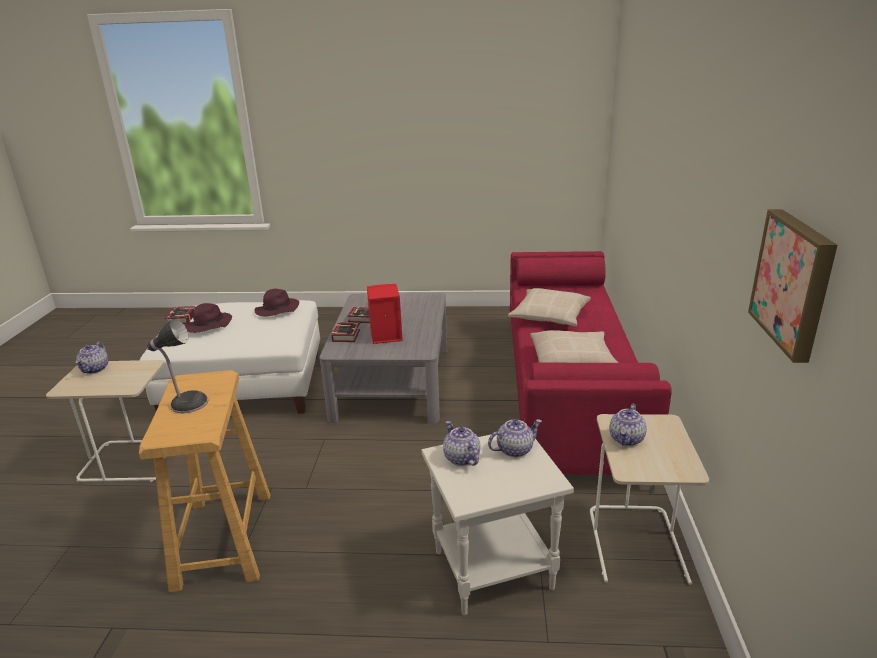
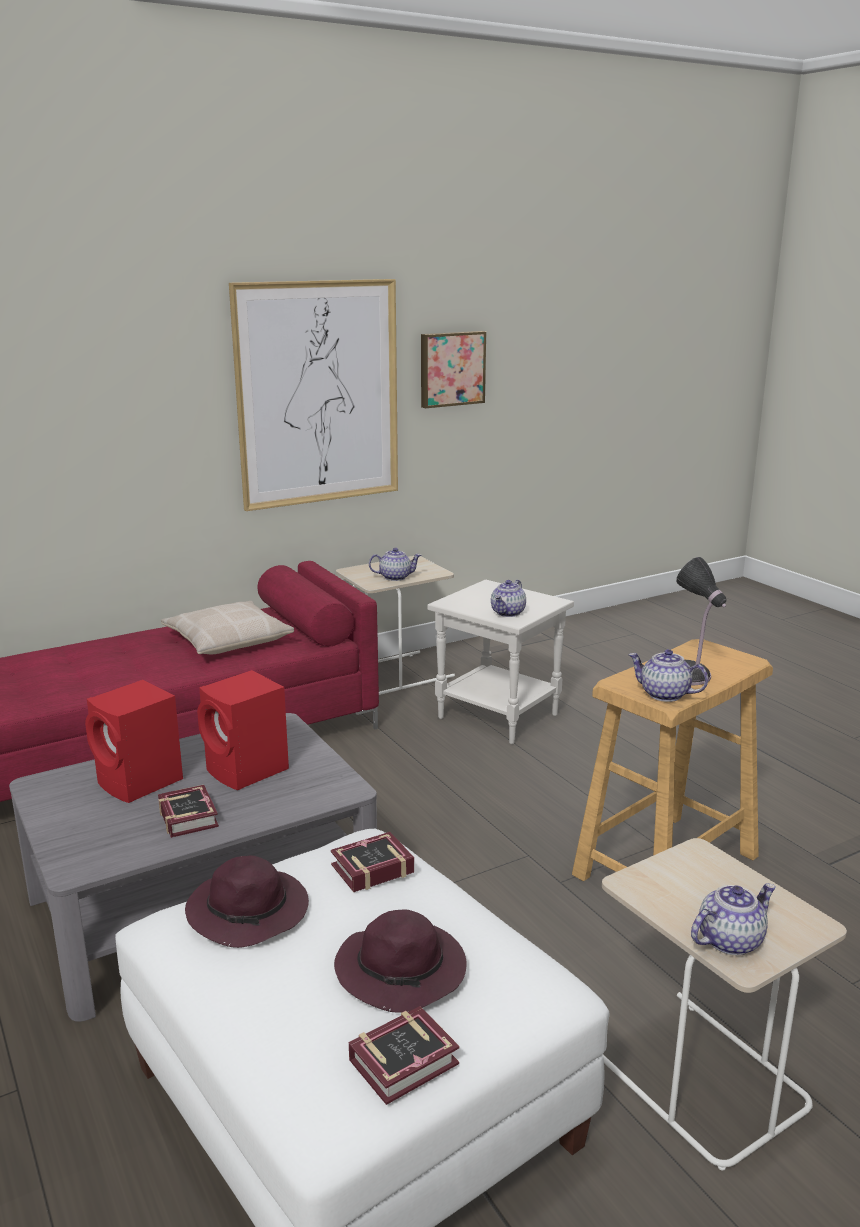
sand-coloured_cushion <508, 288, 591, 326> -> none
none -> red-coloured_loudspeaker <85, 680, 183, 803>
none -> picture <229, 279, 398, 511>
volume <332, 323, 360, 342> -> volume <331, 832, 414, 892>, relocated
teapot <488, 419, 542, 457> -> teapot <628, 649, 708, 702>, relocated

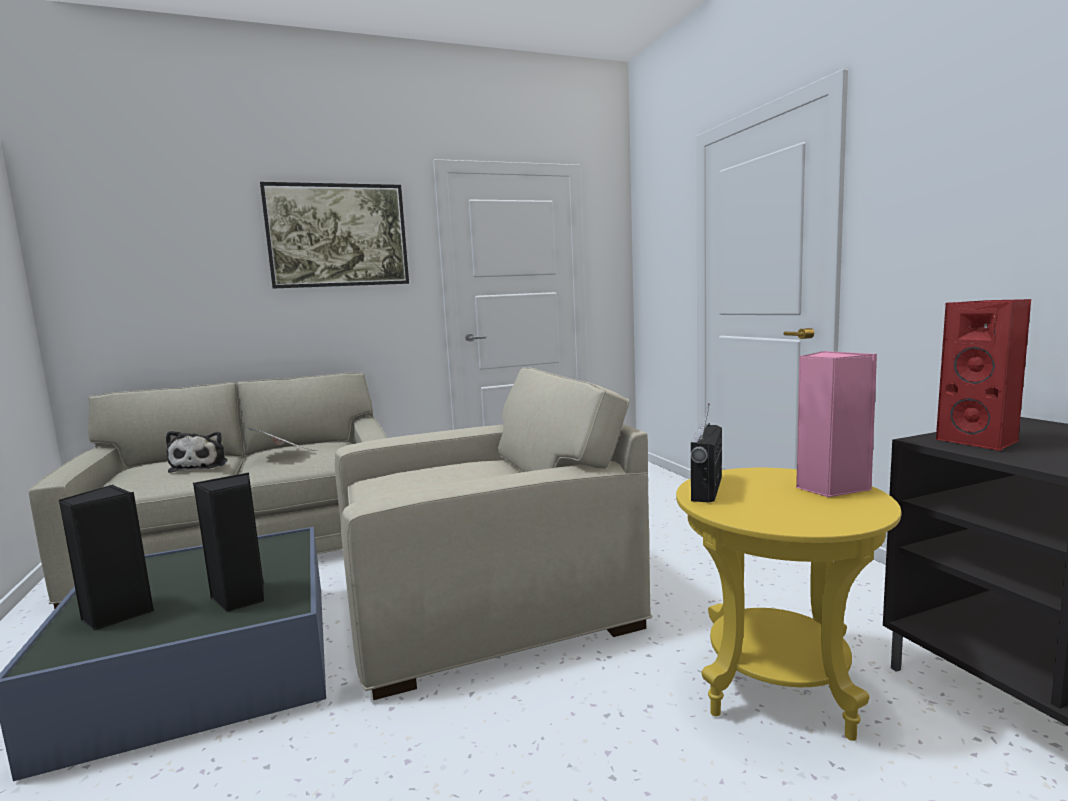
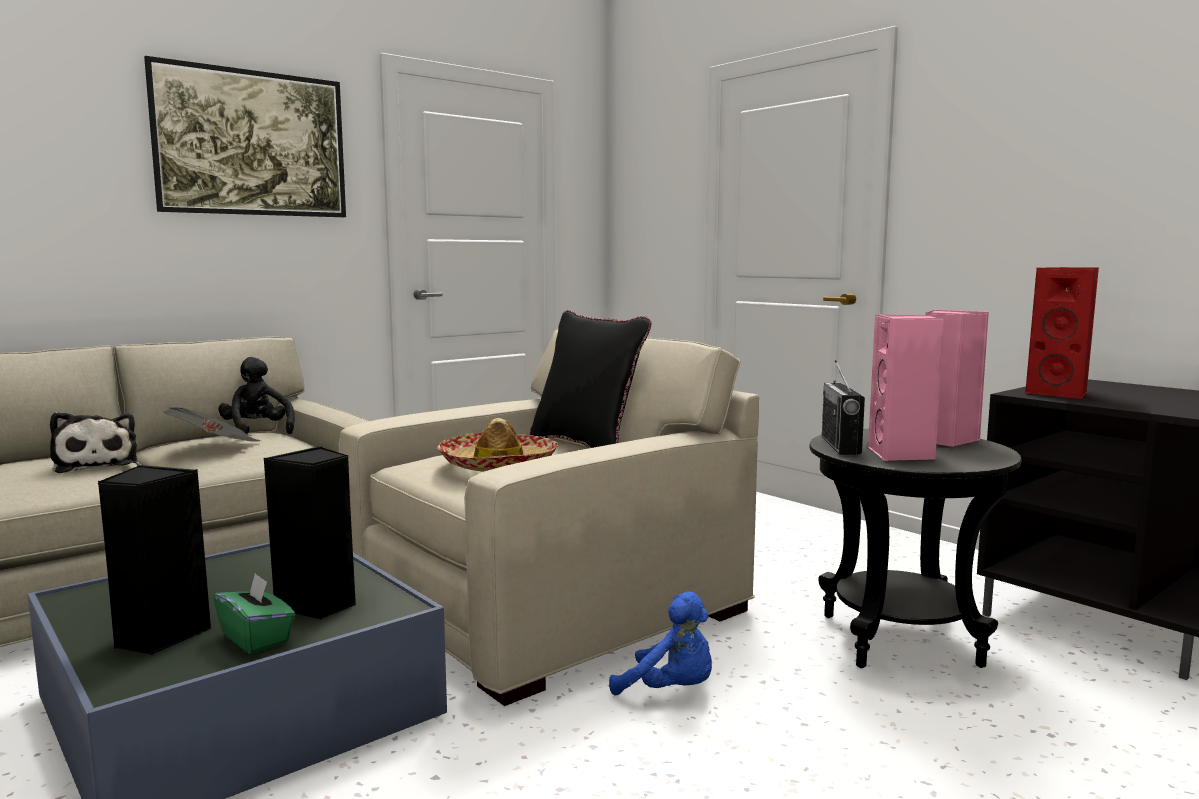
none -> green_tissue_holder <214, 572, 295, 654>
none -> black_cuddly_toy <218, 357, 295, 434>
none -> wearable_hat <437, 418, 558, 472>
none -> black_cushion <529, 310, 651, 448>
none -> blue_cuddly_toy <609, 592, 712, 696>
none -> pink_loudspeaker <868, 314, 944, 461>
yellowish_accent_table <676, 468, 902, 741> -> black_accent_table <810, 429, 1022, 668>

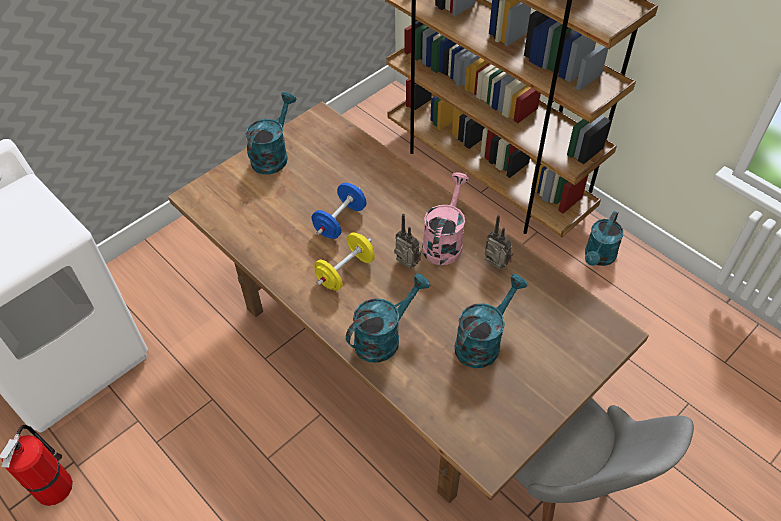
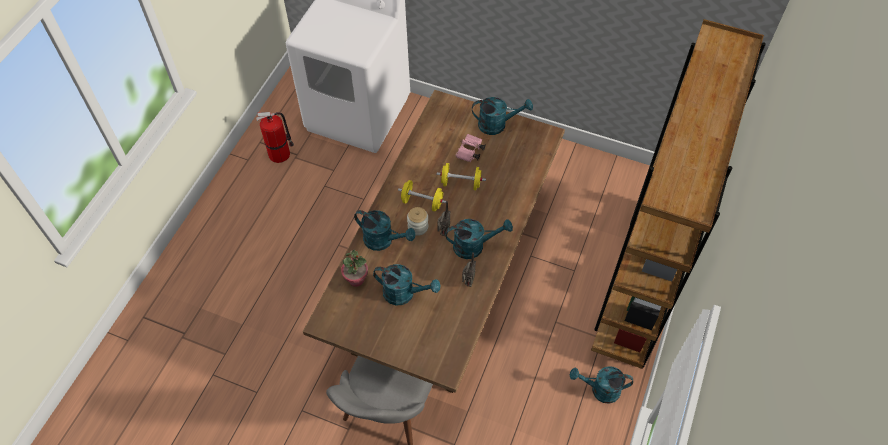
none -> houseplant <341, 249, 368, 287>
none -> preserve_jar <407, 207, 428, 236>
none -> pink_binoculars <456, 134, 486, 162>
blue_free_weight <311, 183, 367, 239> -> yellowish_free_weight <437, 163, 486, 190>
pink_watering_can <422, 172, 469, 265> -> turquoise-coloured_watering_can <445, 219, 513, 259>

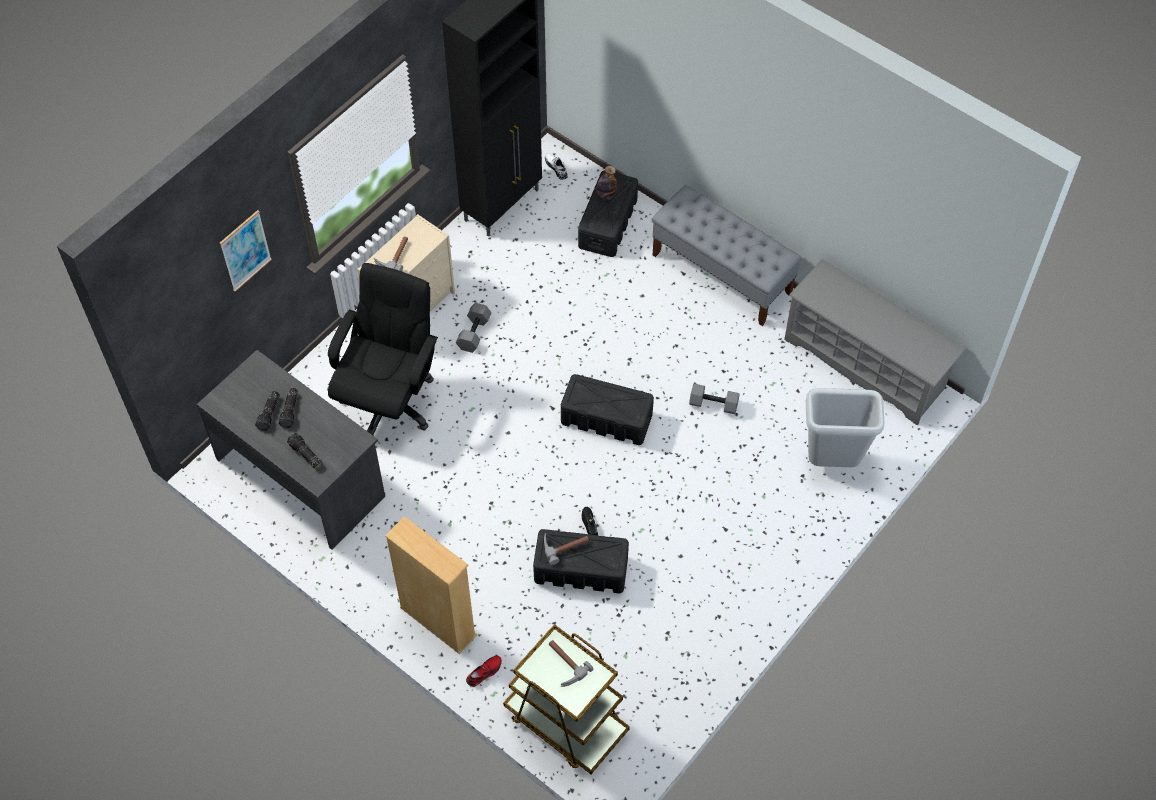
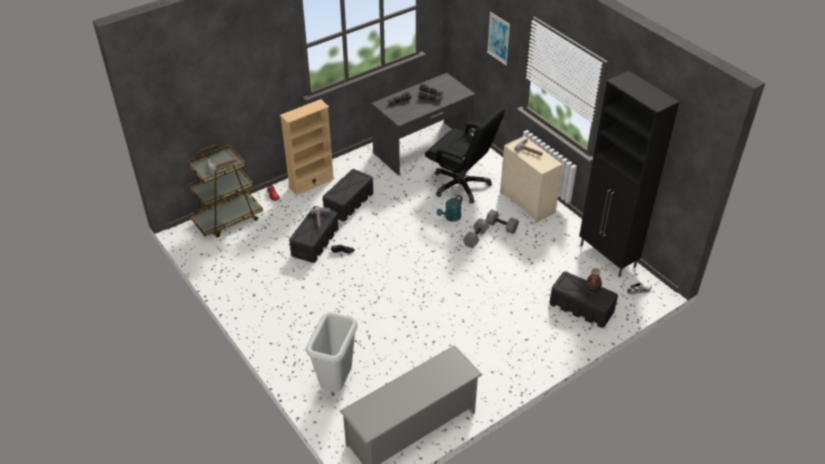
grey_bench <652, 185, 802, 326> -> none
none -> turquoise-coloured_watering_can <437, 195, 462, 222>
black_storage_box <561, 374, 654, 445> -> black_storage_box <323, 169, 373, 221>, relocated
grey_free_weight <689, 384, 740, 414> -> grey_free_weight <463, 218, 489, 248>, relocated

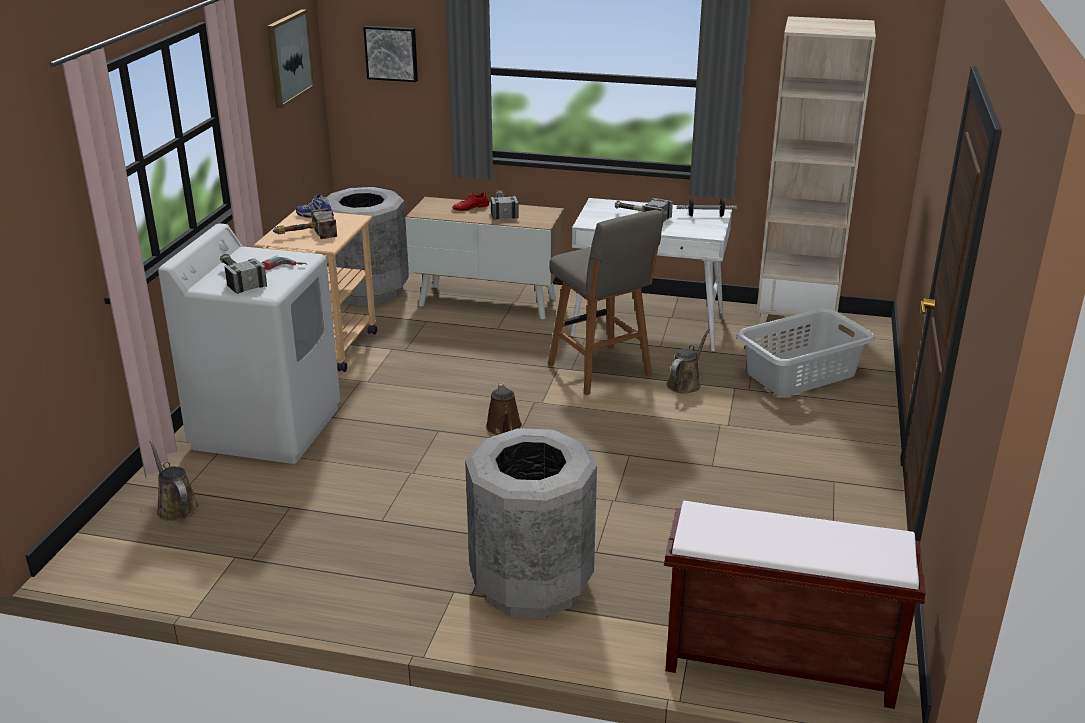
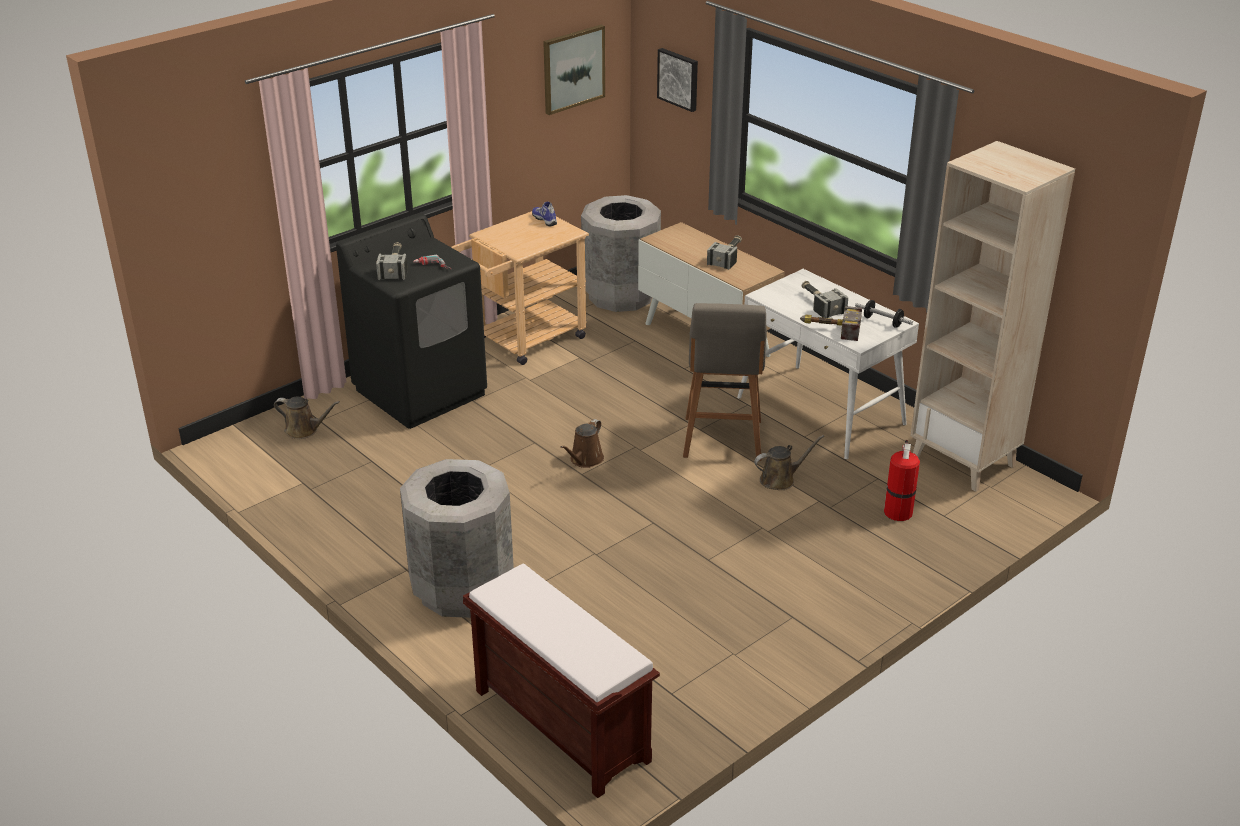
red-coloured_shoe <453, 192, 489, 211> -> none
hand_hammer <273, 208, 337, 239> -> hand_hammer <800, 306, 862, 341>, relocated
grey_washing_basket <736, 308, 875, 396> -> fire_extinguisher <884, 440, 920, 521>
white-coloured_laundry_machine <158, 223, 340, 464> -> black_laundry_machine <336, 213, 487, 429>
brown_watering_can <149, 440, 199, 521> -> brown_watering_can <274, 397, 340, 439>, 105 degrees clockwise

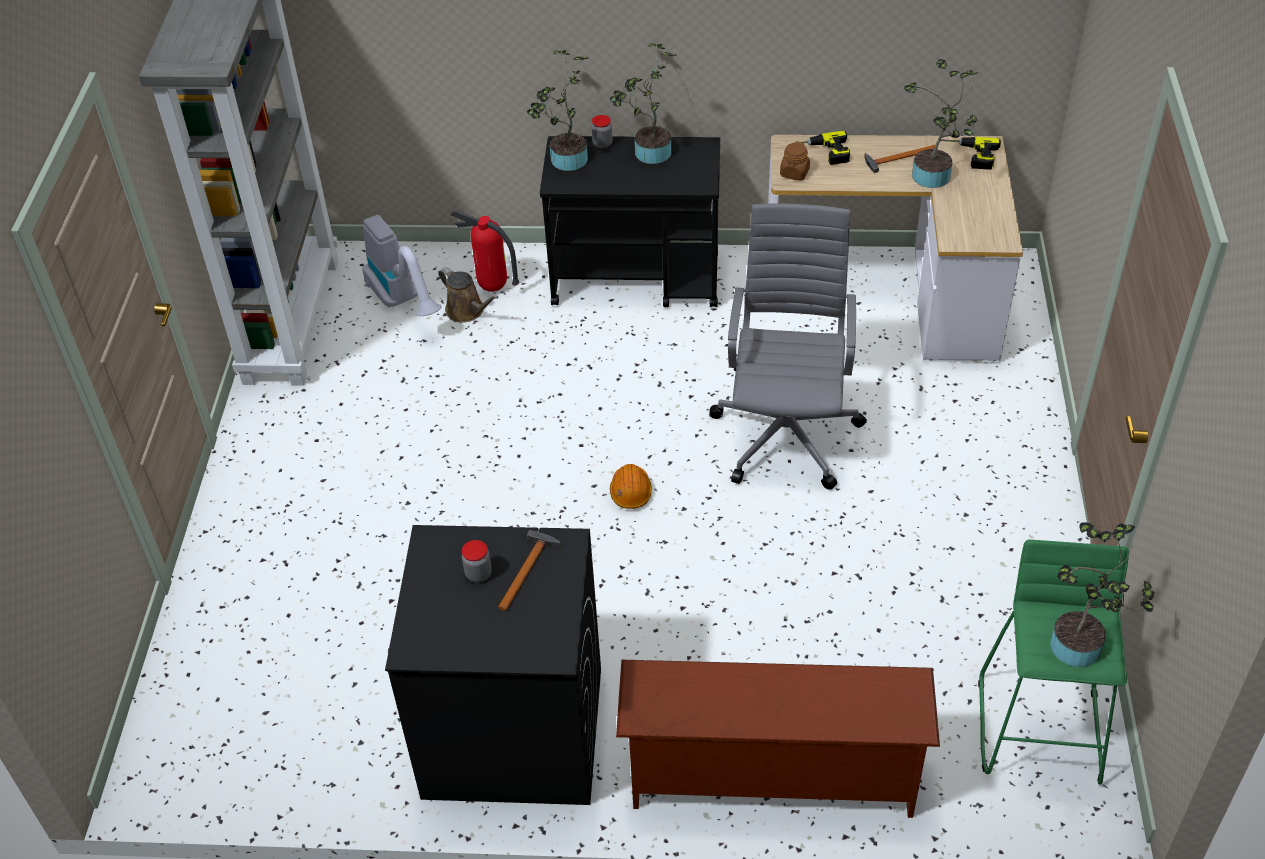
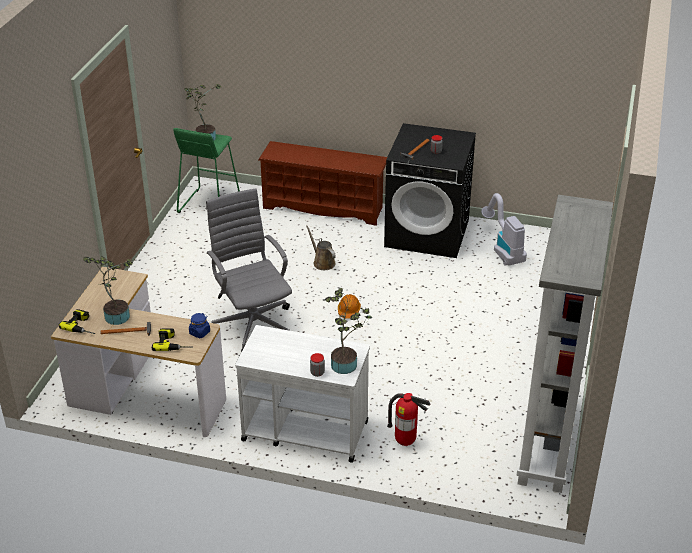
houseplant <610, 43, 677, 164> -> none
hoover <362, 215, 441, 316> -> hoover <481, 193, 527, 266>, relocated
brown_watering_can <438, 267, 499, 323> -> brown_watering_can <306, 225, 336, 270>, relocated
black_trolley <540, 136, 720, 307> -> white-coloured_trolley <235, 325, 370, 463>
brown_preserve_jar <780, 141, 810, 181> -> blue_preserve_jar <189, 313, 210, 338>
grey_office_chair <709, 203, 867, 490> -> grey_office_chair <206, 188, 292, 352>, 135 degrees clockwise

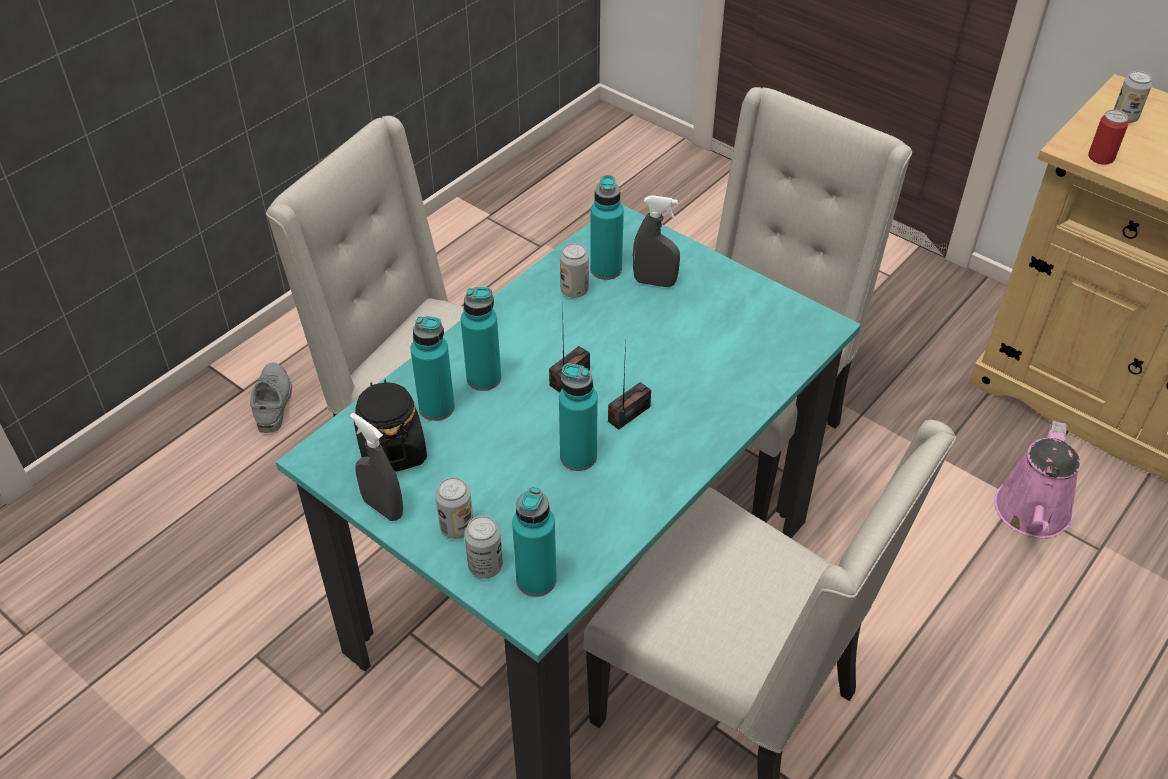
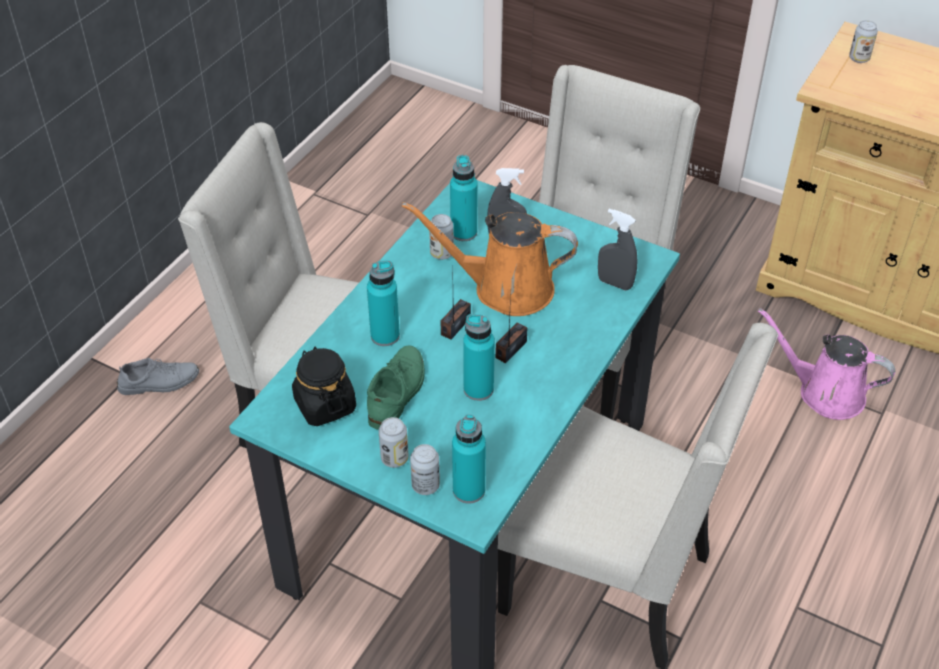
turquoise-coloured_beverage_bottle <410, 316, 455, 421> -> none
can <1088, 109, 1129, 165> -> none
none -> green_shoe <367, 345, 425, 430>
none -> orangey_watering_can <401, 202, 578, 316>
grey_sprayer <350, 413, 403, 521> -> grey_sprayer <598, 209, 637, 290>, relocated
grey_shoe <250, 362, 292, 433> -> grey_shoe <117, 358, 199, 395>, 90 degrees clockwise
pink_watering_can <994, 420, 1080, 538> -> pink_watering_can <758, 308, 895, 420>, 105 degrees clockwise

